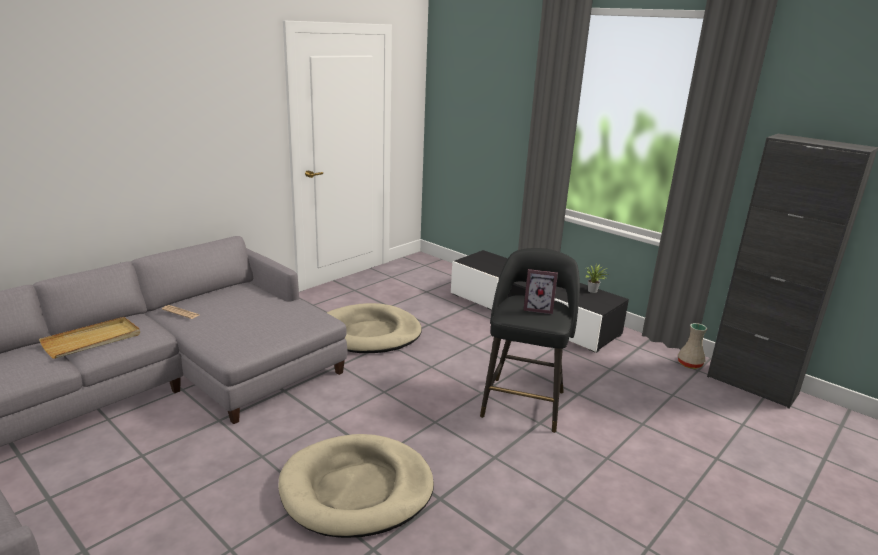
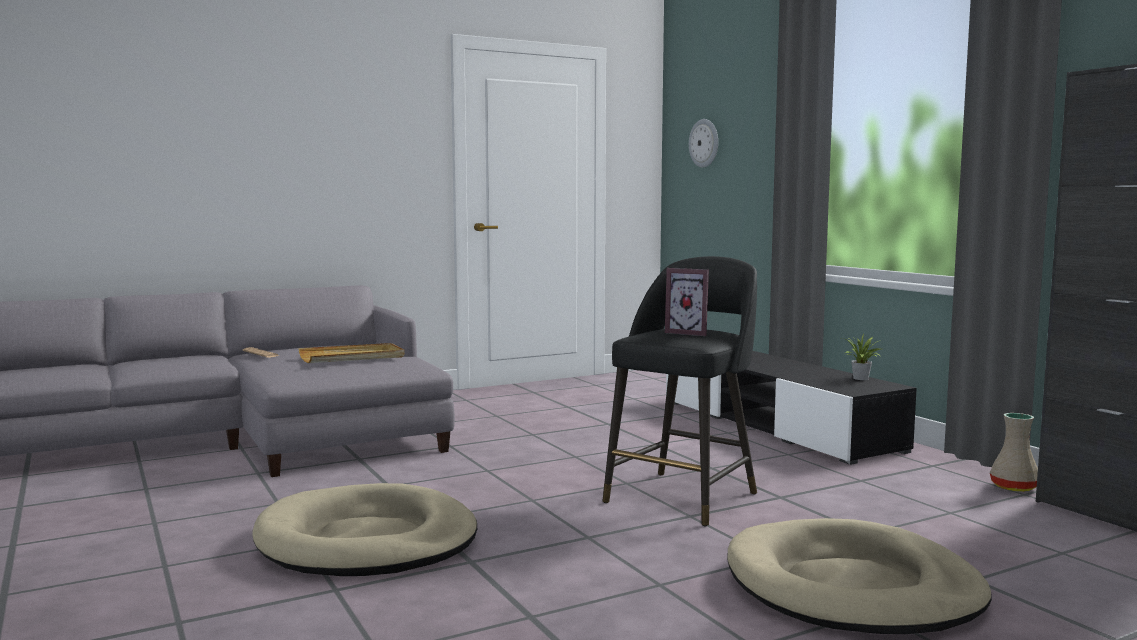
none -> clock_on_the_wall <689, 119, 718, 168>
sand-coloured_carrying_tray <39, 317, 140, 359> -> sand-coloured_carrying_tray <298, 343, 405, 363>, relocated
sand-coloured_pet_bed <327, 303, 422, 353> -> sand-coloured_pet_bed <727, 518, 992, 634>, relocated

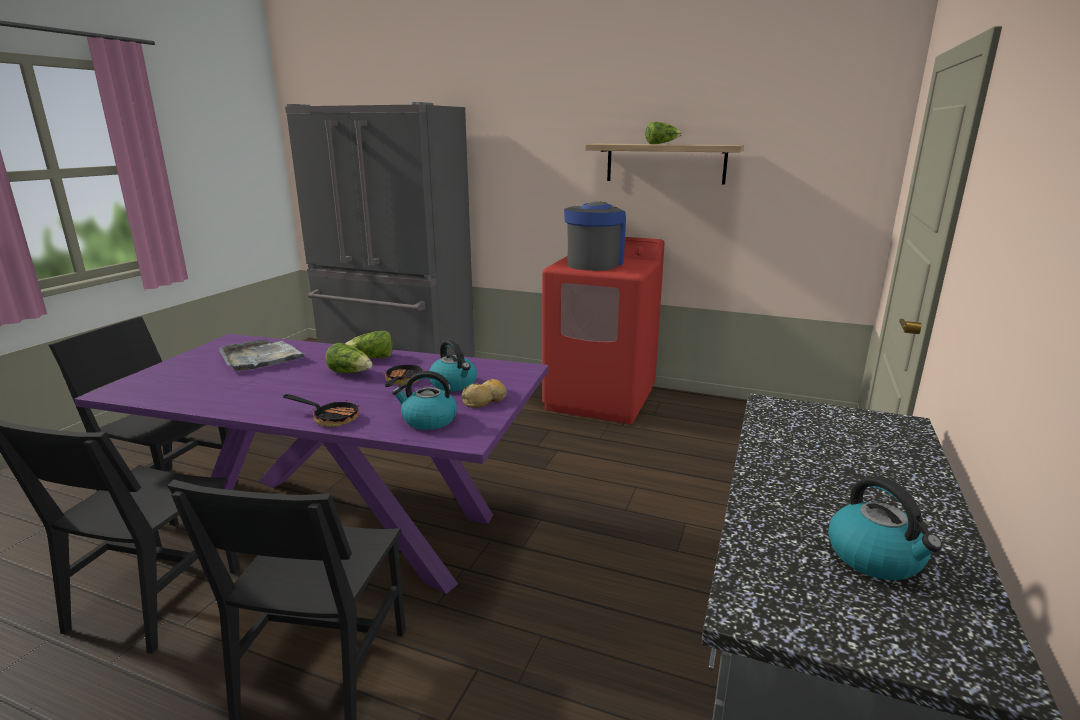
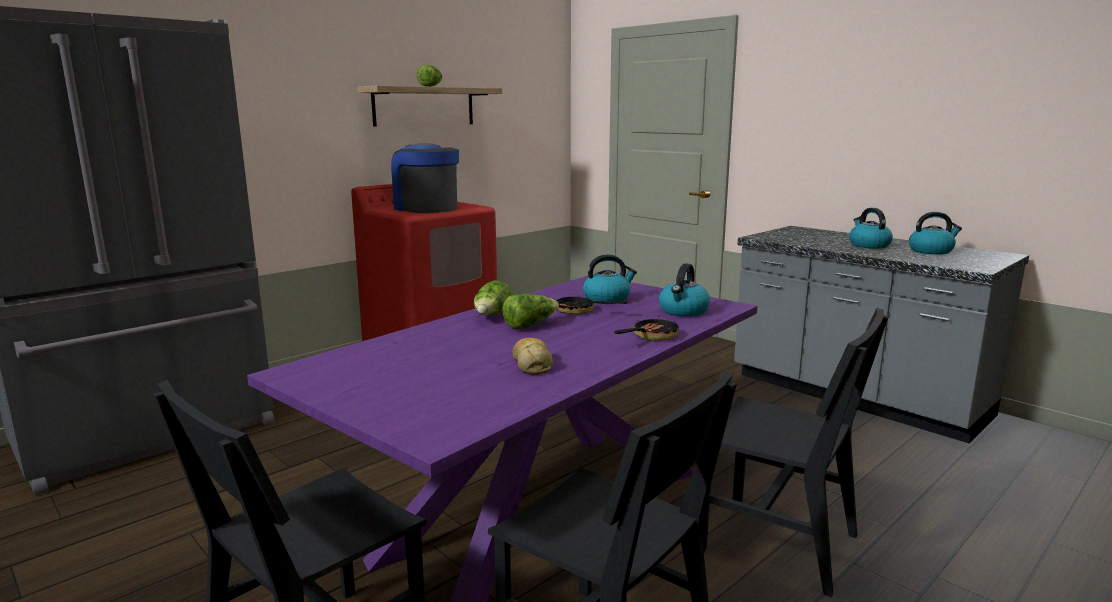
grey_carrying_tray <218, 340, 307, 371> -> none
none -> water_kettle <849, 208, 893, 249>
bakery_bread <461, 379, 506, 408> -> bakery_bread <512, 338, 553, 375>, relocated

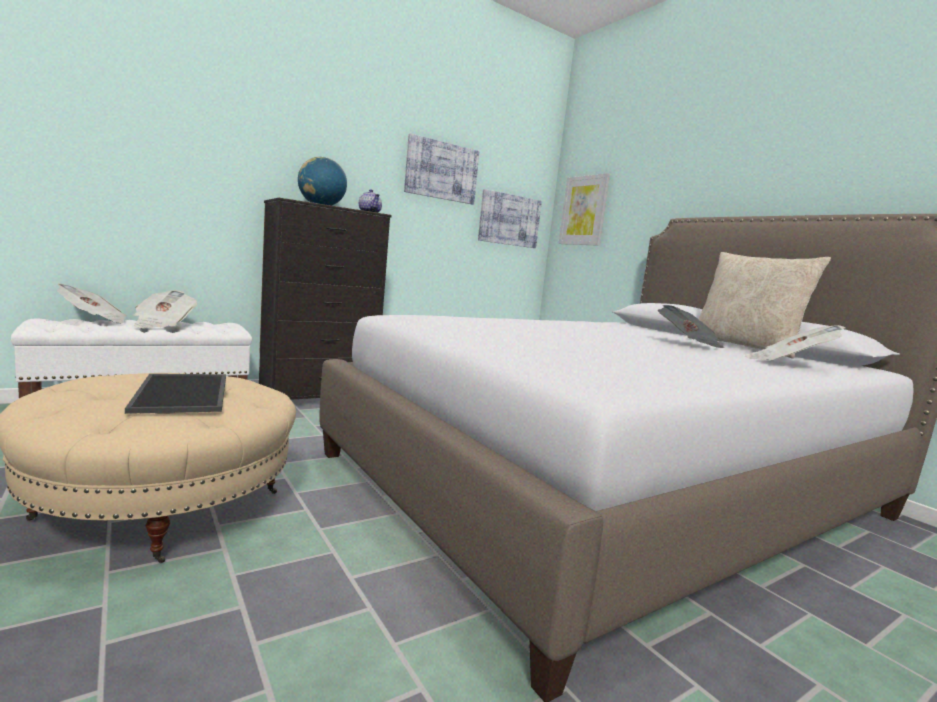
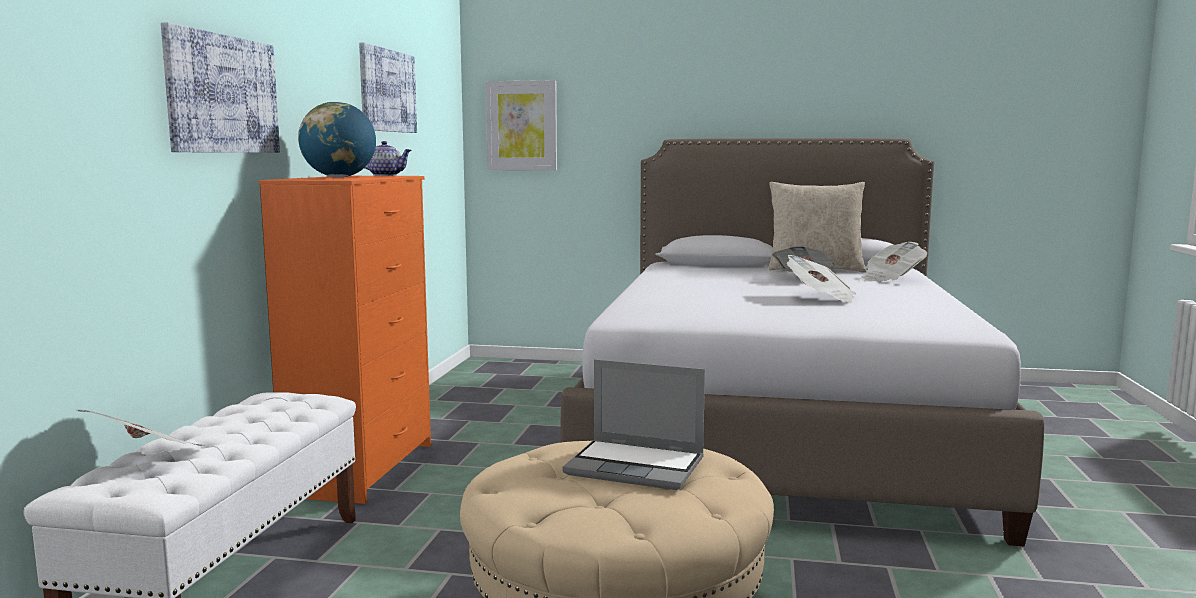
printed_paper <134, 290, 197, 328> -> printed_paper <787, 255, 856, 304>, relocated
picture <478, 189, 542, 248> -> picture <161, 22, 280, 153>, relocated
carrying_tray <125, 374, 226, 414> -> notebook_computer <563, 359, 705, 490>
black_drawer_chest <259, 198, 392, 400> -> orangey_drawer_chest <259, 176, 431, 504>

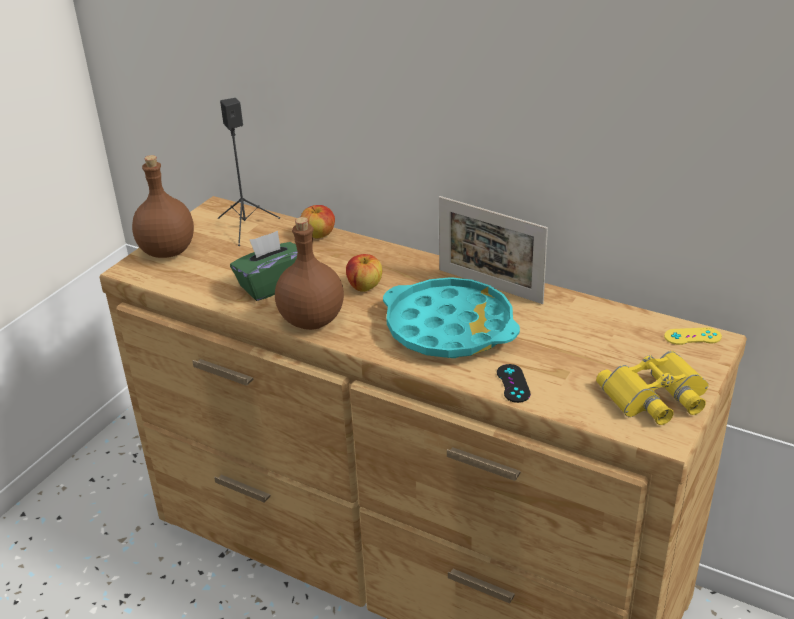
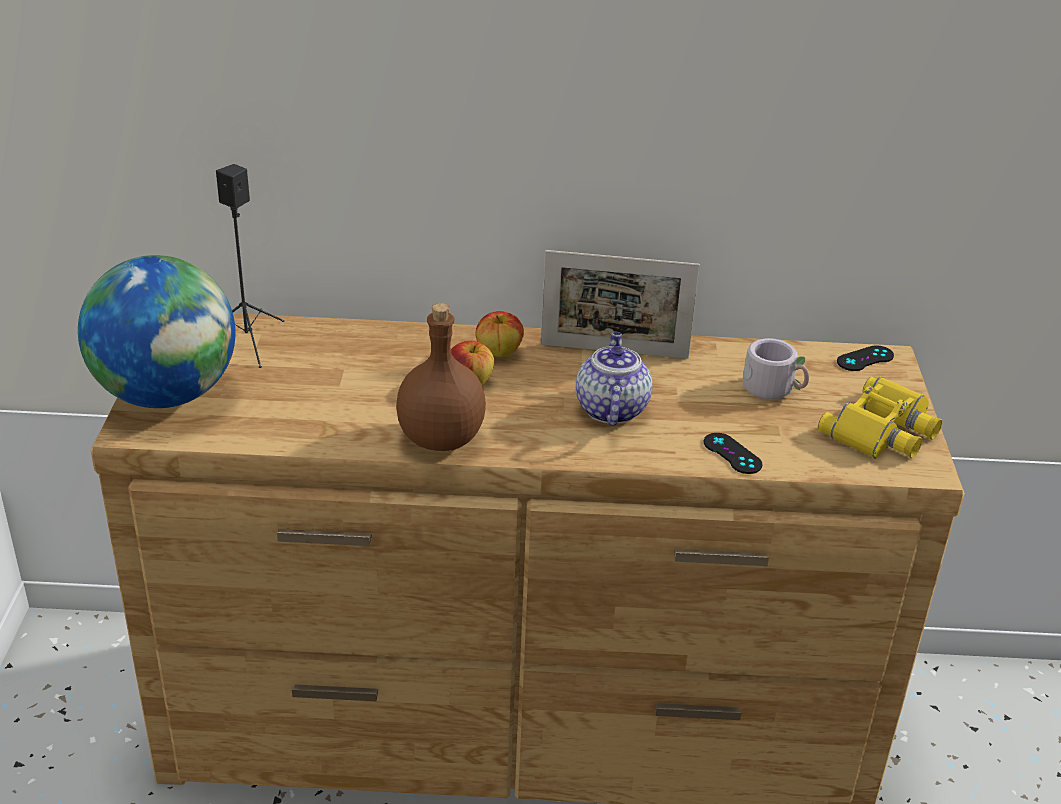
green_tissue_holder <230, 231, 297, 301> -> none
none -> grey_mug <743, 338, 809, 400>
apple <301, 205, 335, 239> -> apple <476, 311, 524, 357>, relocated
brown_beverage_bottle <132, 155, 194, 258> -> globe <78, 255, 236, 408>
turquoise-coloured_carrying_tray <383, 277, 520, 358> -> teapot <576, 332, 652, 426>
yellowish_game_controller <664, 327, 722, 345> -> black_game_controller <837, 345, 894, 371>

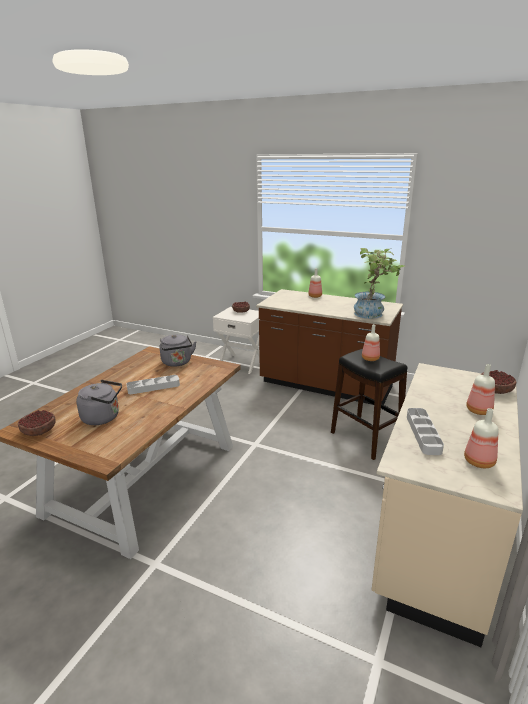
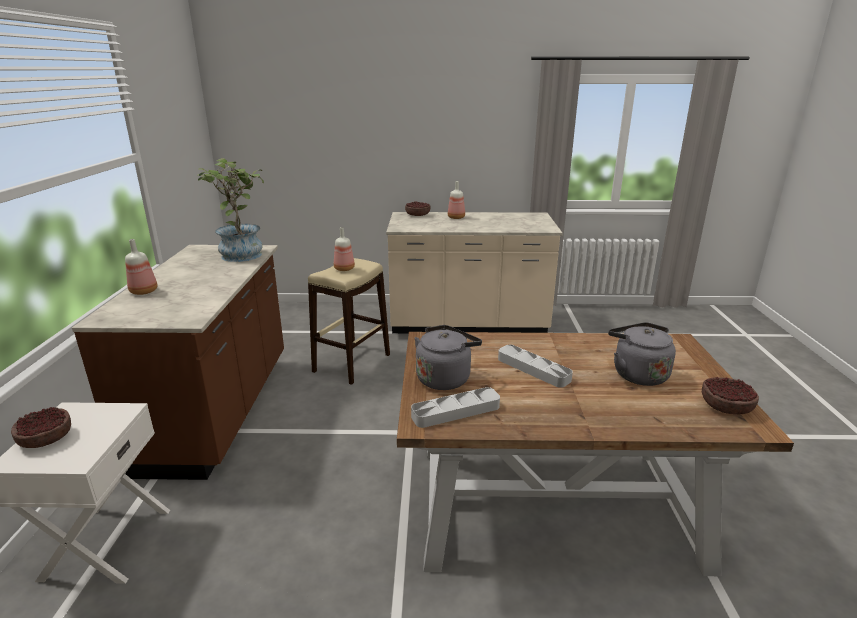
beverage_bottle <464, 408, 498, 468> -> none
grey_carrying_tray <407, 408, 444, 455> -> grey_carrying_tray <411, 387, 500, 428>, relocated
black_stool <331, 349, 407, 460> -> sand-coloured_stool <308, 258, 390, 385>

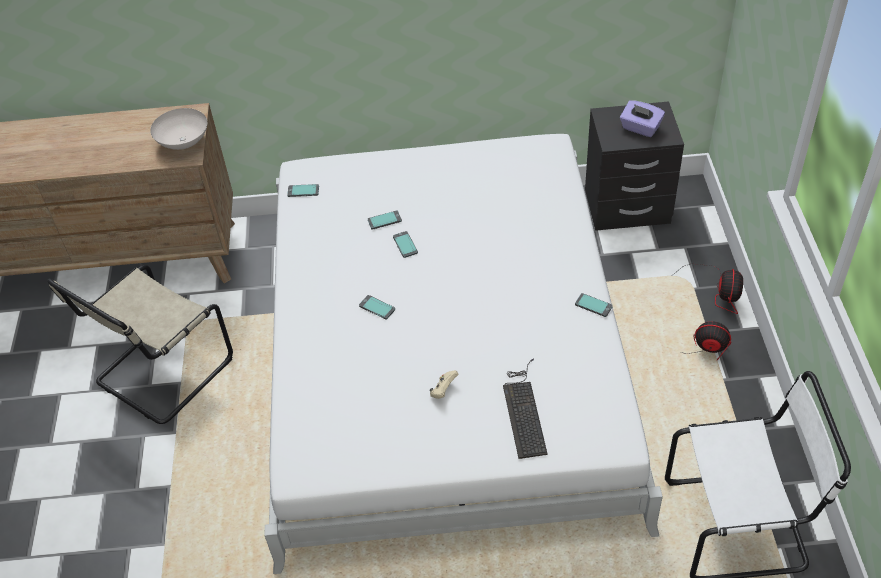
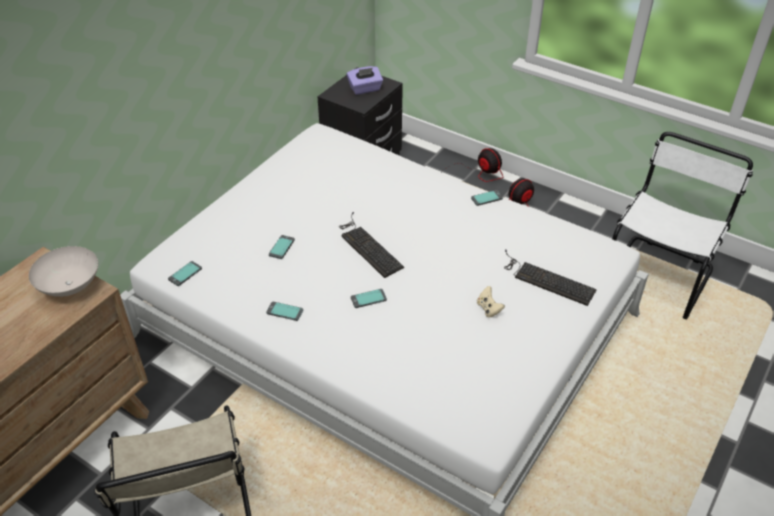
none -> PC_keyboard <339, 212, 404, 278>
phone <393, 231, 418, 258> -> phone <266, 302, 303, 321>, relocated

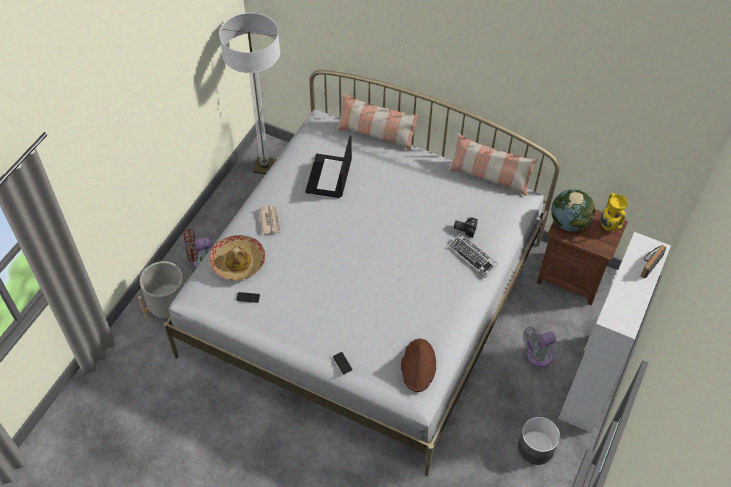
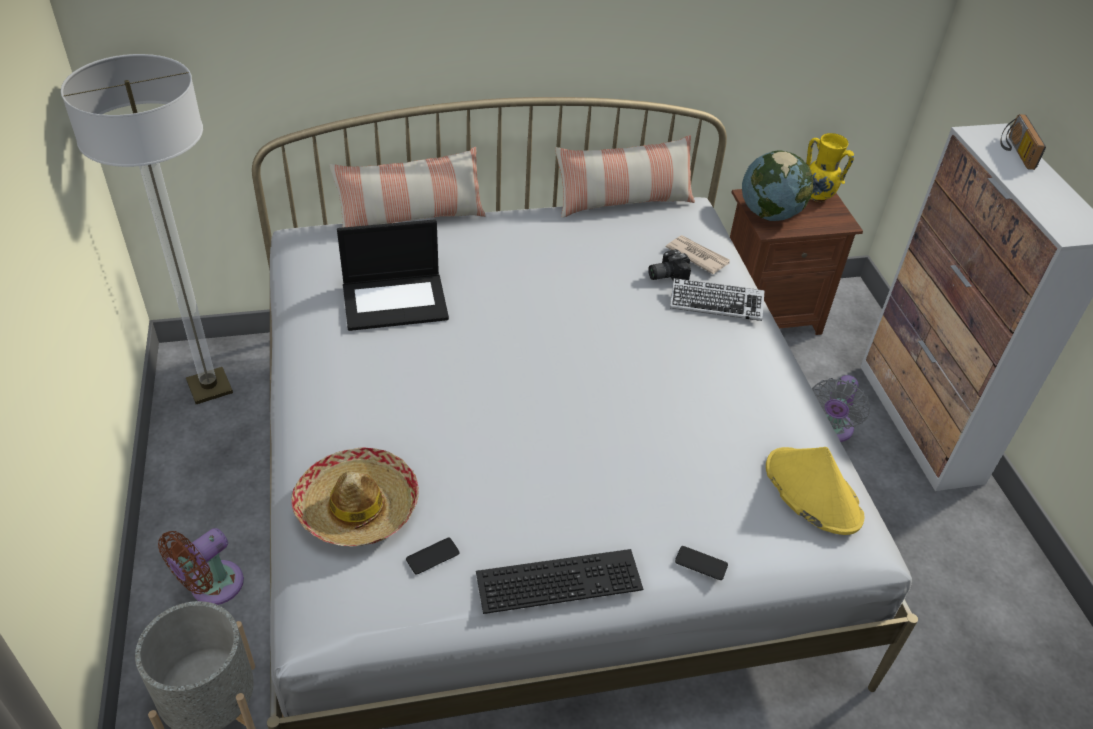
grey_flower_pot <518, 417, 560, 465> -> none
none -> PC_keyboard <476, 549, 643, 614>
printed_paper <259, 205, 281, 234> -> printed_paper <666, 235, 730, 274>, relocated
brown_wearable_hat <401, 339, 436, 392> -> yellowish_wearable_hat <766, 447, 864, 535>
notebook_computer <305, 136, 352, 198> -> notebook_computer <337, 219, 449, 331>, 75 degrees counterclockwise

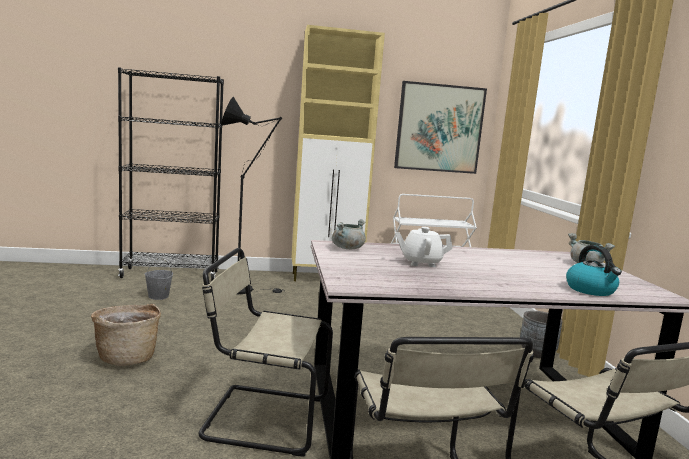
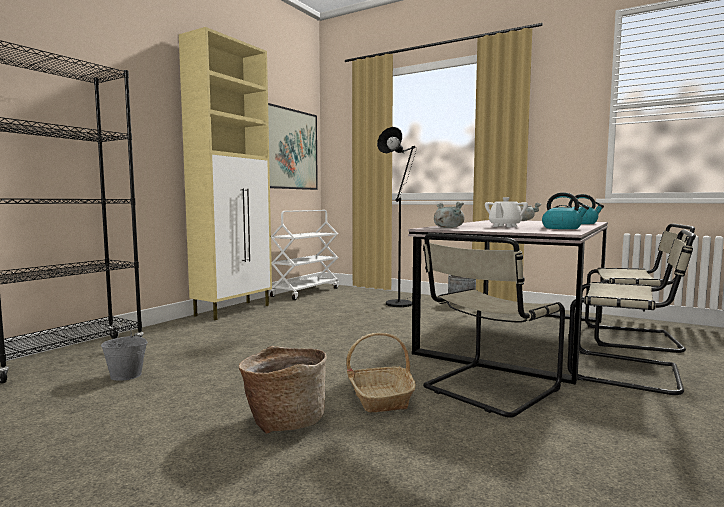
none -> basket <346, 333, 416, 413>
none -> water_kettle <542, 193, 589, 229>
black_standard_lamp <221, 97, 282, 294> -> black_standard_lamp <377, 127, 417, 307>, relocated

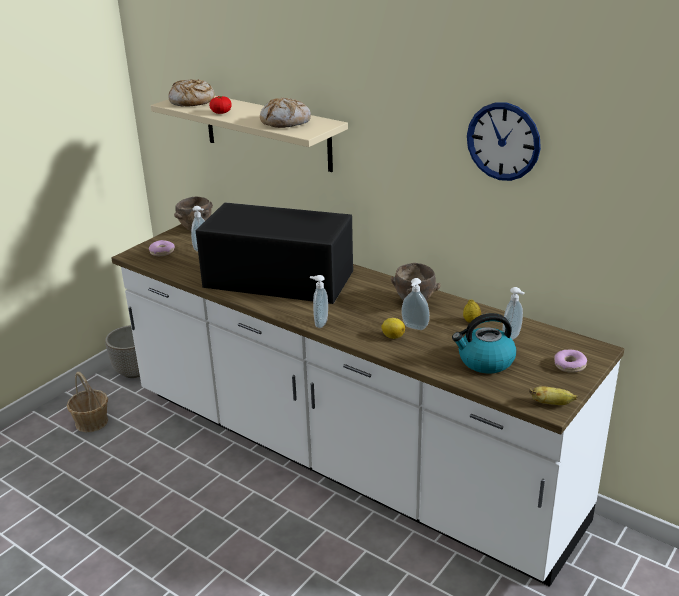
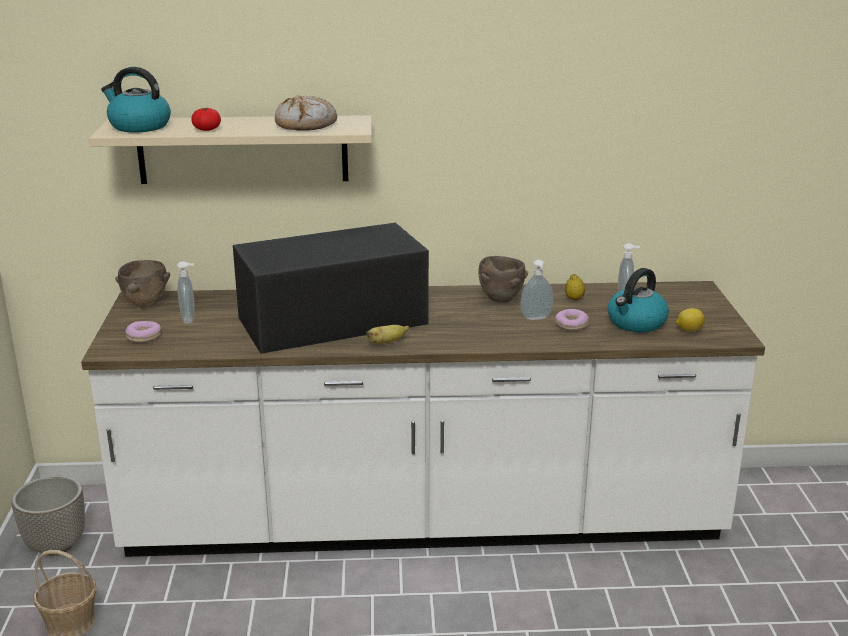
soap_bottle <310, 275, 328, 328> -> none
clock_on_the_wall <467, 102, 541, 181> -> none
whole_lemon <381, 318, 405, 339> -> whole_lemon <676, 308, 705, 332>, relocated
whole_banana <529, 386, 578, 405> -> whole_banana <366, 325, 409, 344>, relocated
donut <554, 350, 587, 373> -> donut <555, 309, 589, 331>, relocated
bakery_bread <168, 79, 215, 106> -> water_kettle <101, 67, 171, 132>

